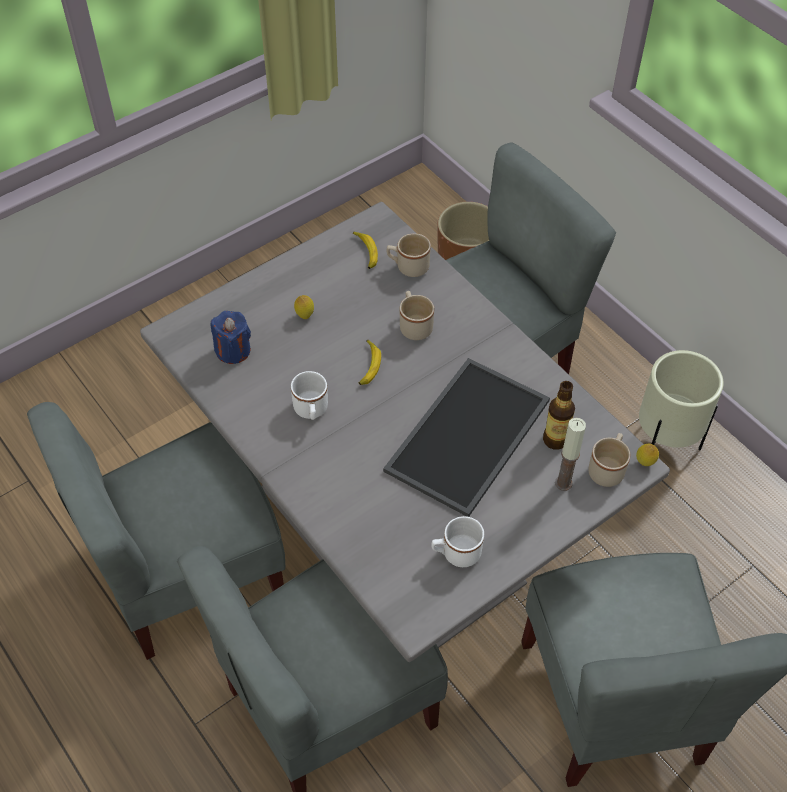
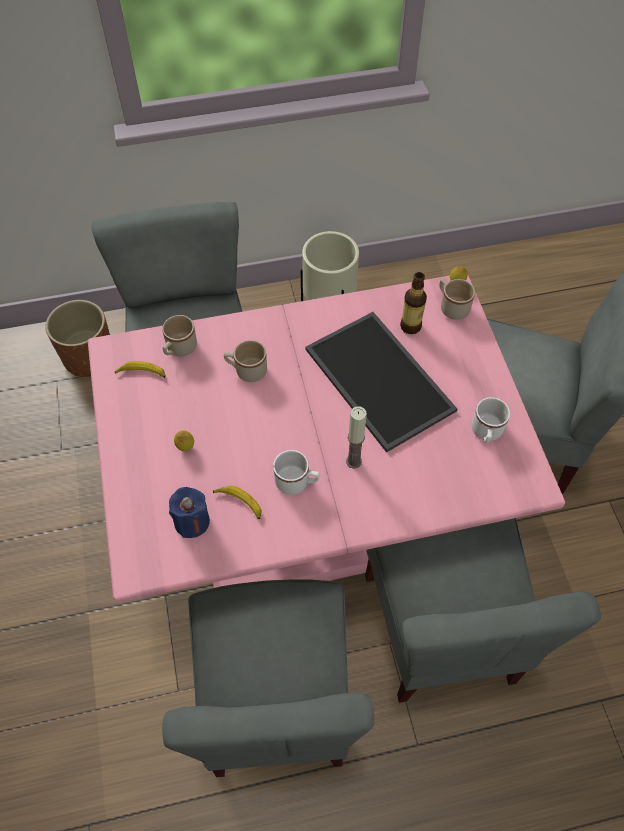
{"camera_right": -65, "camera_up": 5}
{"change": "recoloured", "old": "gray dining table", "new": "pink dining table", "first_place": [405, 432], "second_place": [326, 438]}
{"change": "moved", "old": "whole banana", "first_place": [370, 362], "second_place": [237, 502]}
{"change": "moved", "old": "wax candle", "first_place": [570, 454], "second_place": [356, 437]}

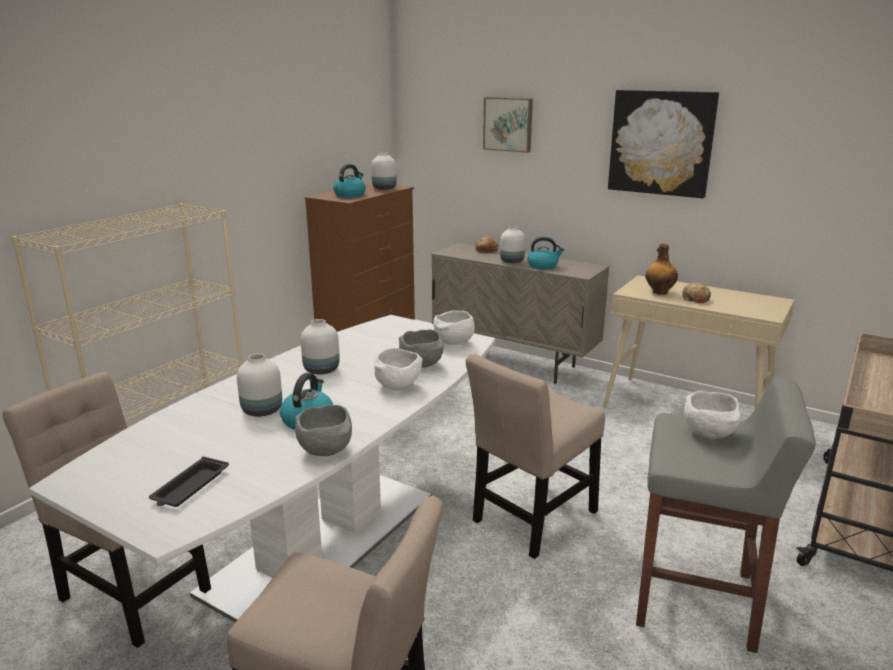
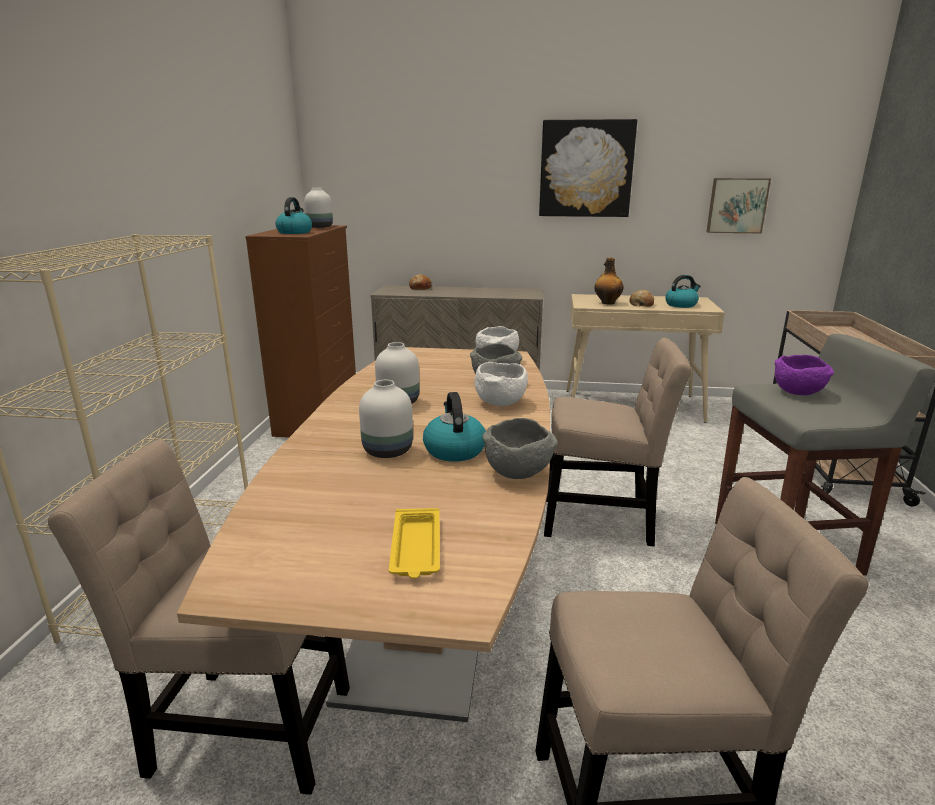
{"camera_right": -25, "camera_up": 0}
{"change": "recoloured", "old": "whitish dining table", "new": "brown-coloured dining table", "first_place": [262, 468], "second_place": [363, 534]}
{"change": "recoloured", "old": "black-coloured serving tray", "new": "yellow-coloured serving tray", "first_place": [189, 482], "second_place": [414, 543]}
{"change": "turned", "old": "sand-coloured upright chair", "first_place": [535, 456], "second_place": [617, 442], "degrees": -105}
{"change": "moved", "old": "tea kettle", "first_place": [545, 253], "second_place": [683, 291]}
{"change": "moved", "old": "picture", "first_place": [508, 125], "second_place": [738, 205]}
{"change": "recoloured", "old": "whitish bowl", "new": "purple bowl", "first_place": [712, 415], "second_place": [804, 375]}
{"change": "removed", "old": "whitish flower vase", "first_place": [512, 244]}

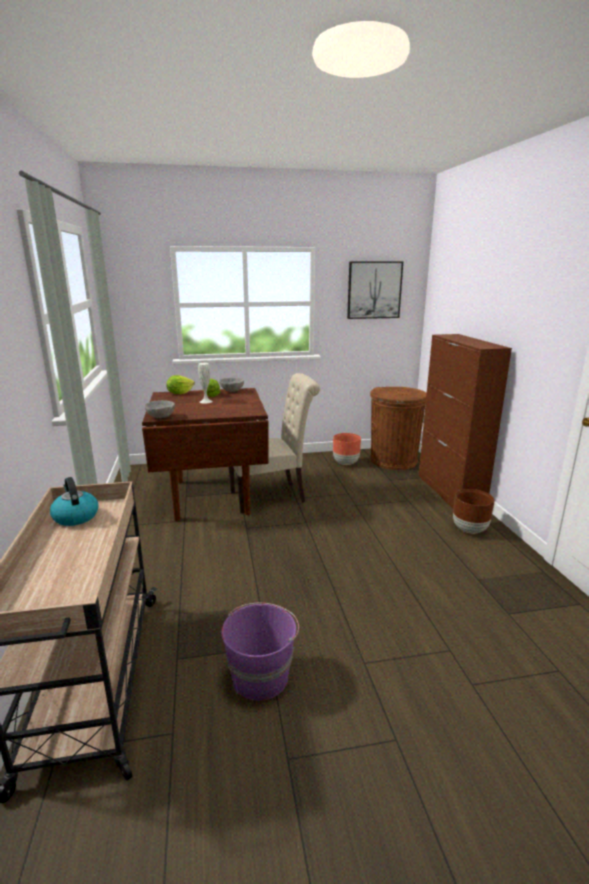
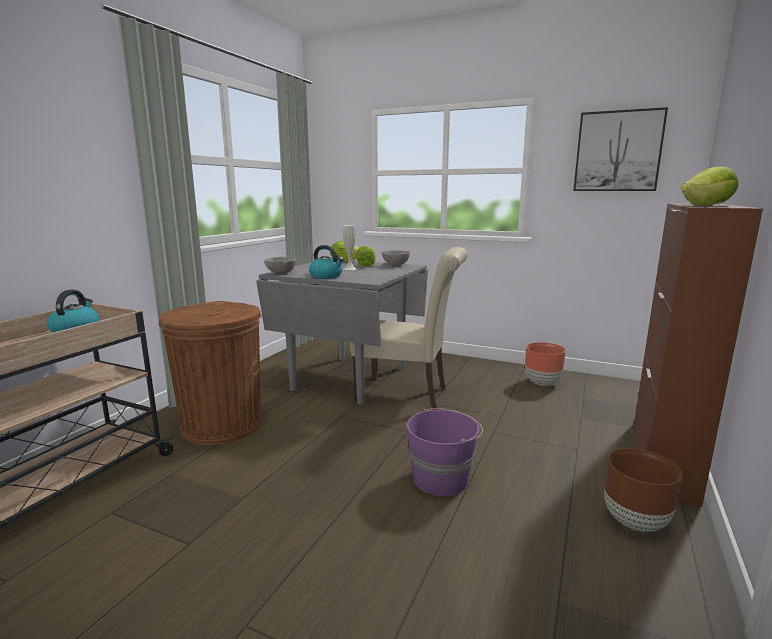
{"camera_right": 35, "camera_up": -5}
{"change": "moved", "old": "brown-coloured trash can", "first_place": [398, 428], "second_place": [210, 373]}
{"change": "recoloured", "old": "brown-coloured dining table", "new": "gray dining table", "first_place": [205, 454], "second_place": [342, 332]}
{"change": "added", "new": "tea kettle", "second_place": [326, 262]}
{"change": "moved", "old": "purple water bucket", "first_place": [260, 652], "second_place": [445, 452]}
{"change": "added", "new": "head of lettuce", "second_place": [709, 186]}

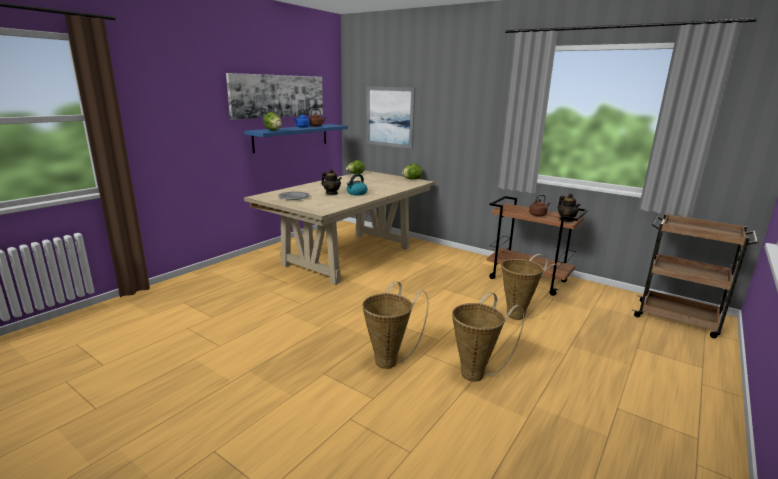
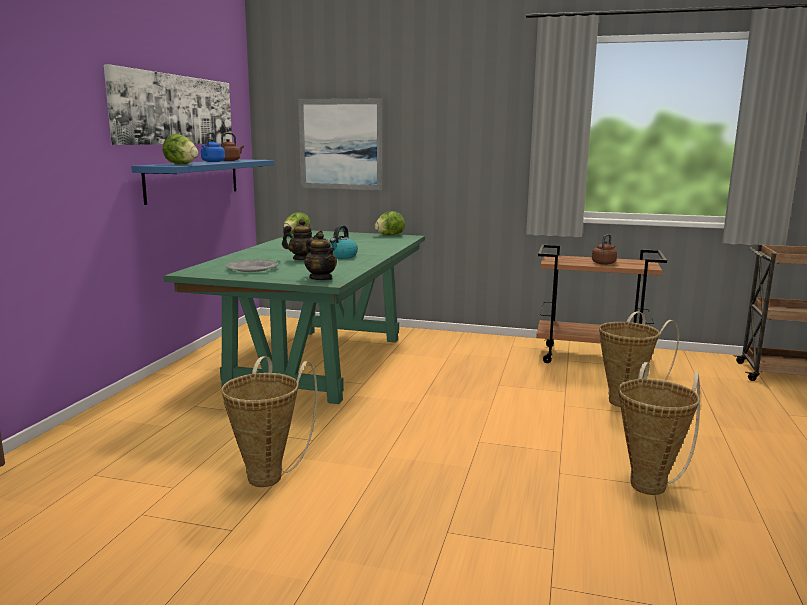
{"camera_right": -20, "camera_up": -5}
{"change": "recoloured", "old": "sand-coloured dining table", "new": "greenish dining table", "first_place": [339, 228], "second_place": [294, 317]}
{"change": "moved", "old": "basket", "first_place": [395, 325], "second_place": [269, 421]}
{"change": "moved", "old": "pot for tea", "first_place": [569, 207], "second_place": [320, 256]}

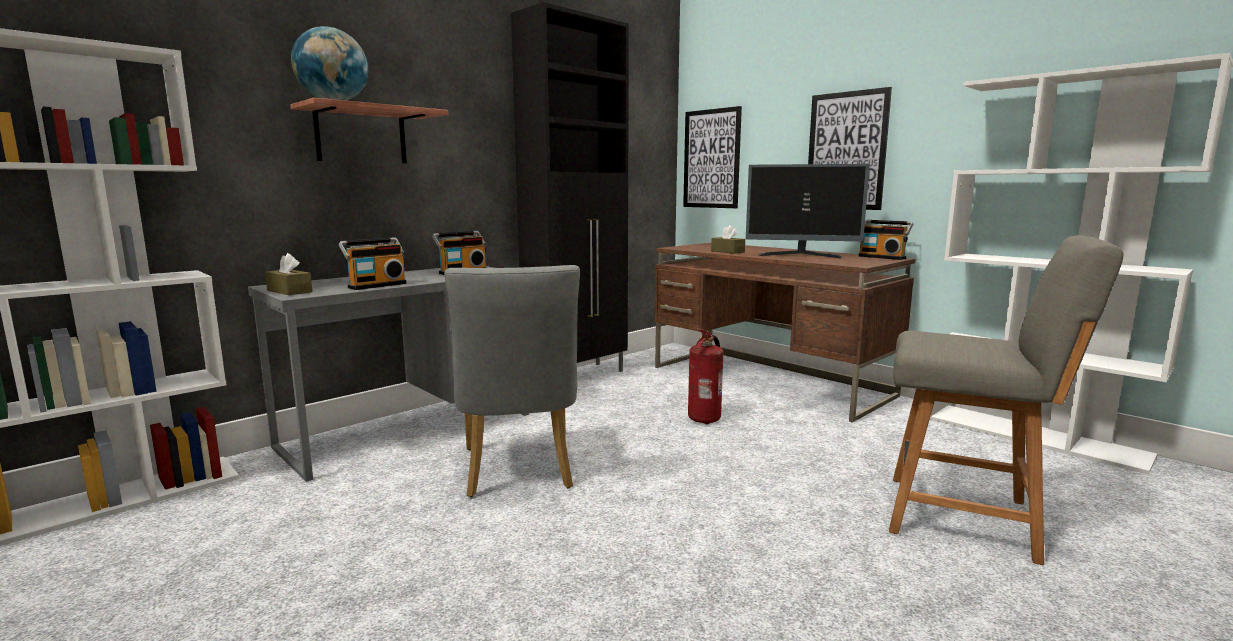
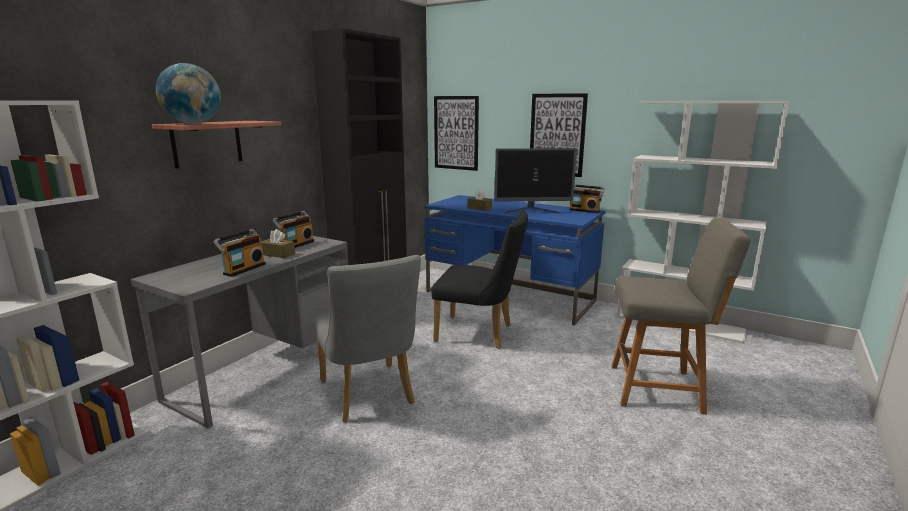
{"camera_right": -15, "camera_up": 5}
{"change": "moved", "old": "brown-coloured tissue box", "first_place": [288, 274], "second_place": [278, 243]}
{"change": "recoloured", "old": "brown-coloured desk unit", "new": "blue desk unit", "first_place": [785, 332], "second_place": [514, 260]}
{"change": "replaced", "old": "fire extinguisher", "new": "black-coloured upright chair", "first_place": [705, 376], "second_place": [479, 279]}

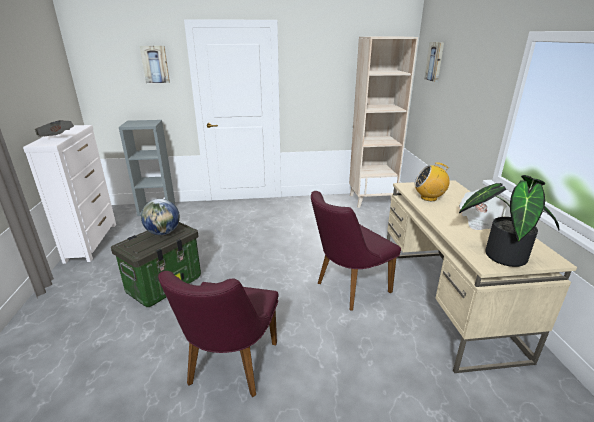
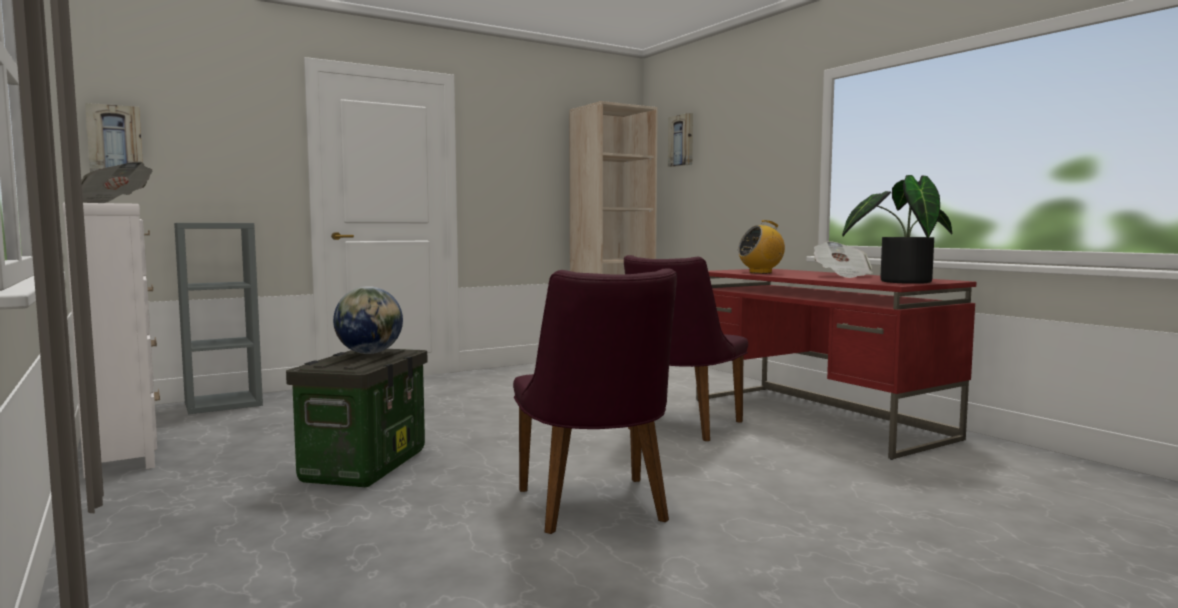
{"camera_right": -25, "camera_up": -20}
{"change": "moved", "old": "picture", "first_place": [155, 64], "second_place": [114, 137]}
{"change": "recoloured", "old": "sand-coloured desk unit", "new": "red-coloured desk unit", "first_place": [482, 276], "second_place": [836, 364]}

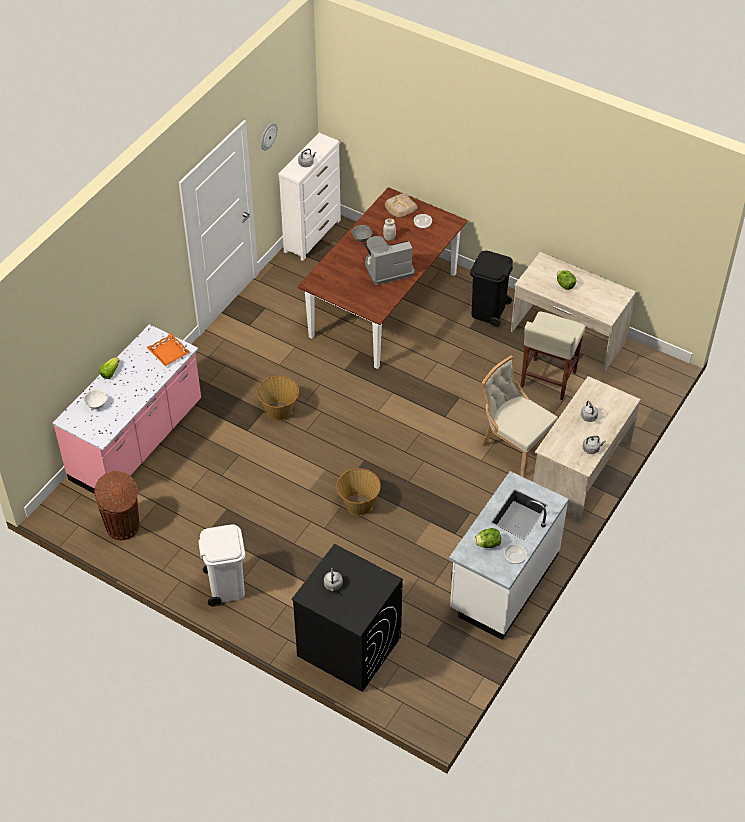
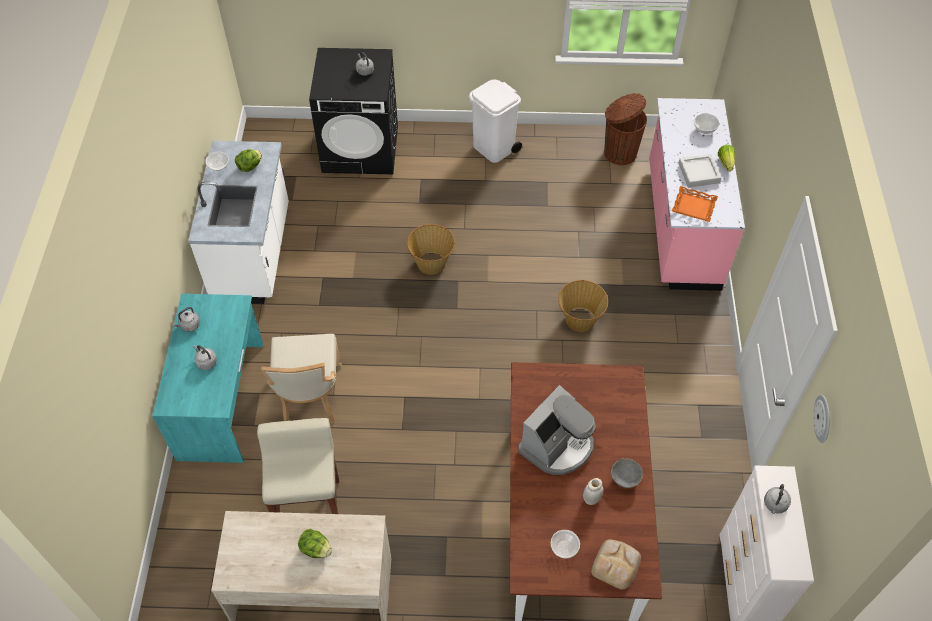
{"camera_right": 150, "camera_up": 5}
{"change": "recoloured", "old": "sand-coloured desk unit", "new": "turquoise desk unit", "first_place": [587, 449], "second_place": [208, 378]}
{"change": "turned", "old": "sand-coloured upright chair", "first_place": [520, 416], "second_place": [302, 378], "degrees": 75}
{"change": "added", "new": "gray serving tray", "second_place": [699, 170]}
{"change": "removed", "old": "black-coloured trash can", "first_place": [491, 289]}

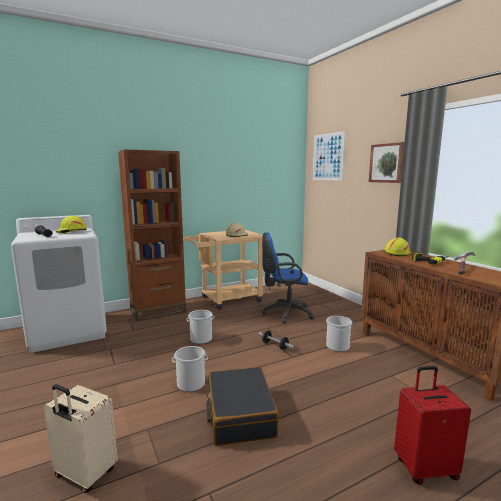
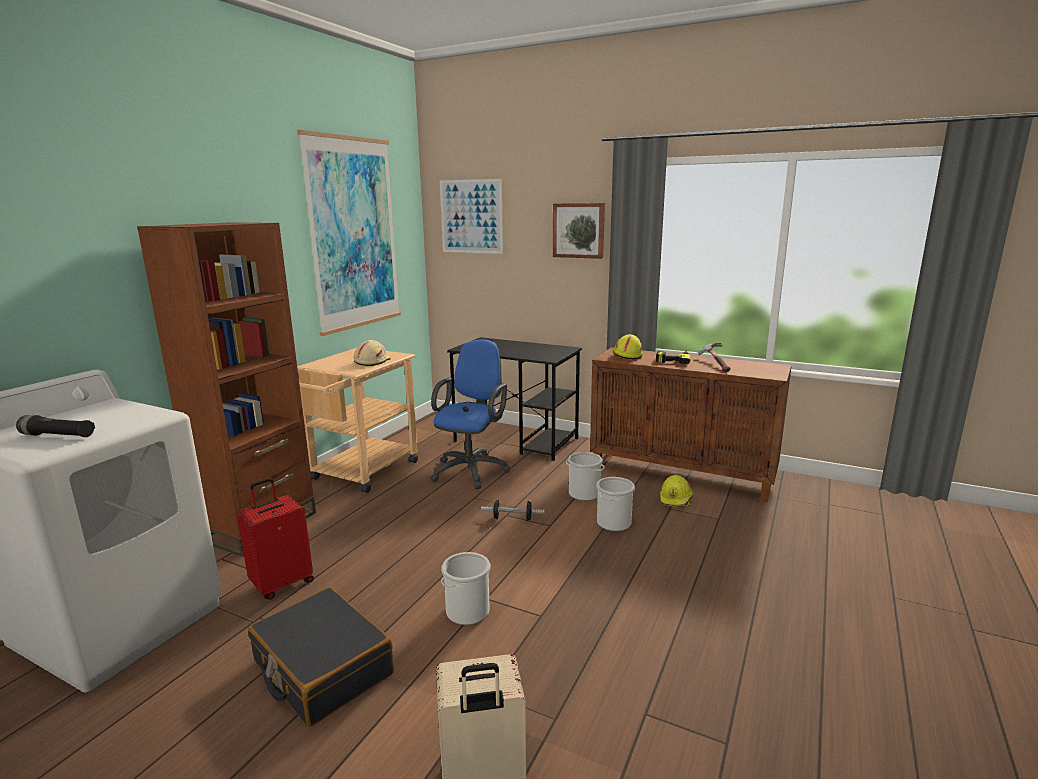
{"camera_right": -35, "camera_up": 5}
{"change": "moved", "old": "red-coloured suitcase", "first_place": [432, 425], "second_place": [275, 538]}
{"change": "moved", "old": "black-coloured suitcase", "first_place": [242, 406], "second_place": [321, 657]}
{"change": "added", "new": "picture", "second_place": [349, 233]}
{"change": "turned", "old": "blue office chair", "first_place": [288, 277], "second_place": [470, 414], "degrees": 150}
{"change": "added", "new": "black-coloured desk unit", "second_place": [514, 399]}
{"change": "moved", "old": "water bucket", "first_place": [200, 327], "second_place": [615, 504]}
{"change": "moved", "old": "yellow-coloured hard hat", "first_place": [71, 225], "second_place": [676, 491]}

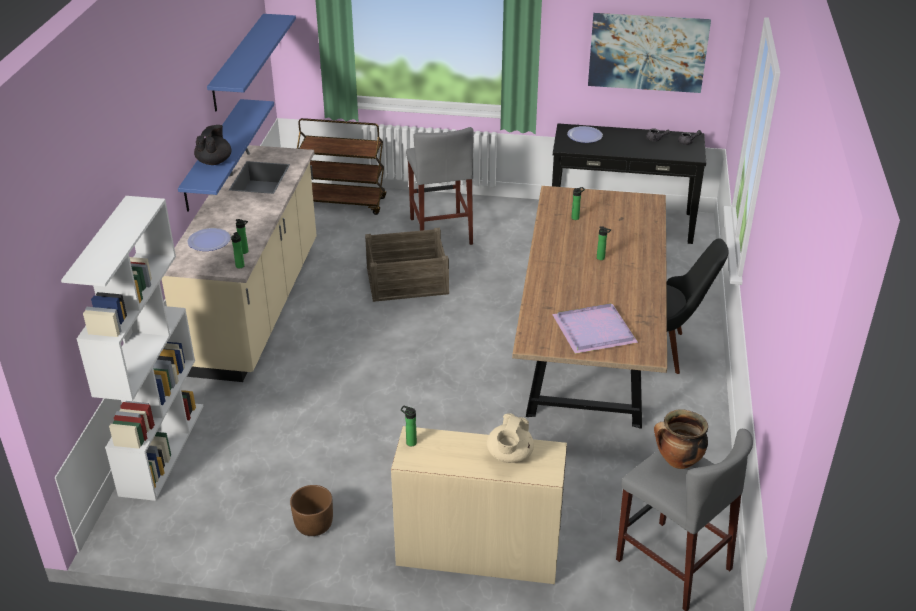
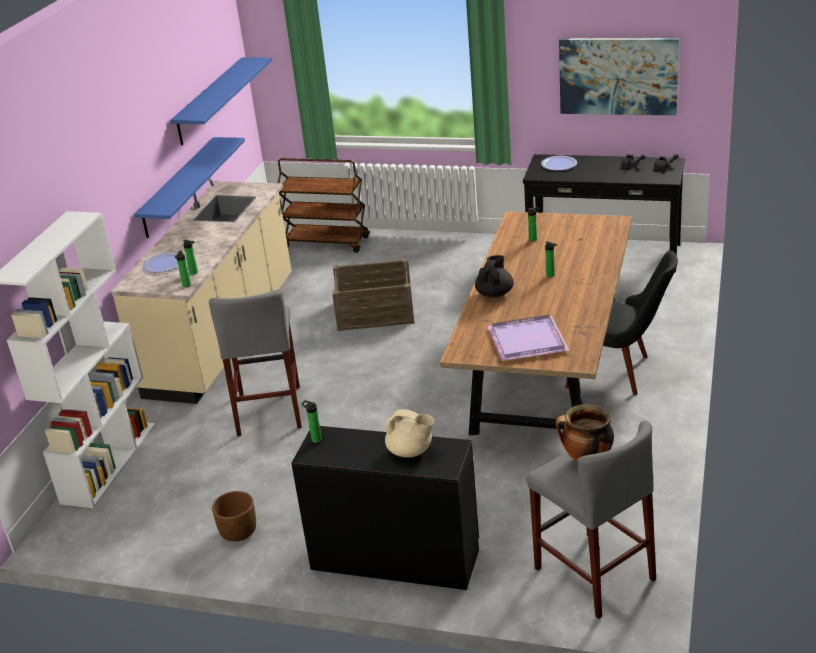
{"camera_right": 10, "camera_up": -5}
{"change": "moved", "old": "gray sitting stool", "first_place": [440, 186], "second_place": [255, 363]}
{"change": "recoloured", "old": "sand-coloured desk unit", "new": "black-coloured desk unit", "first_place": [479, 505], "second_place": [385, 508]}
{"change": "turned", "old": "sand-coloured pot for tea", "first_place": [510, 438], "second_place": [409, 433], "degrees": -90}
{"change": "moved", "old": "black-coloured pot for tea", "first_place": [213, 145], "second_place": [494, 276]}

